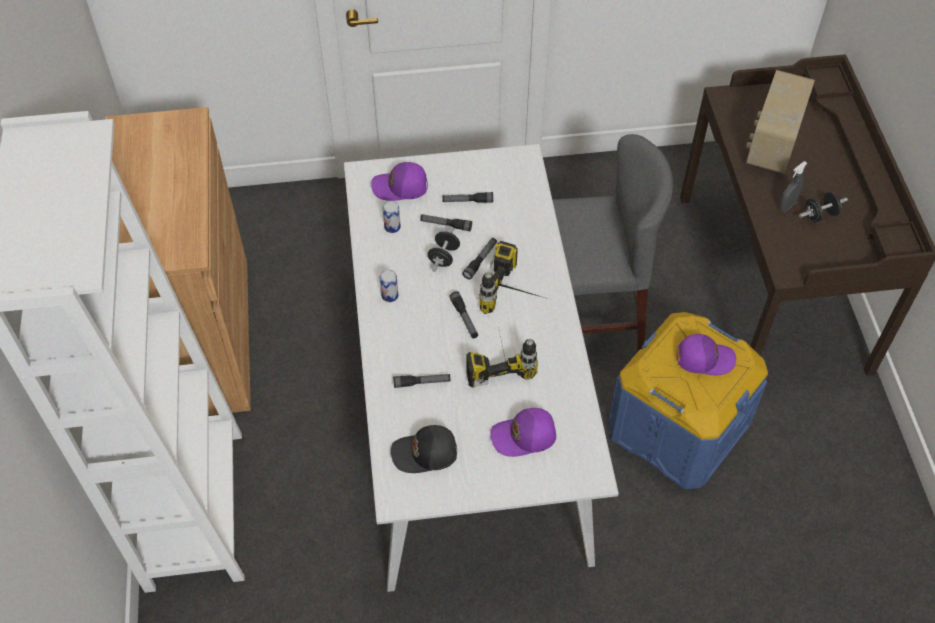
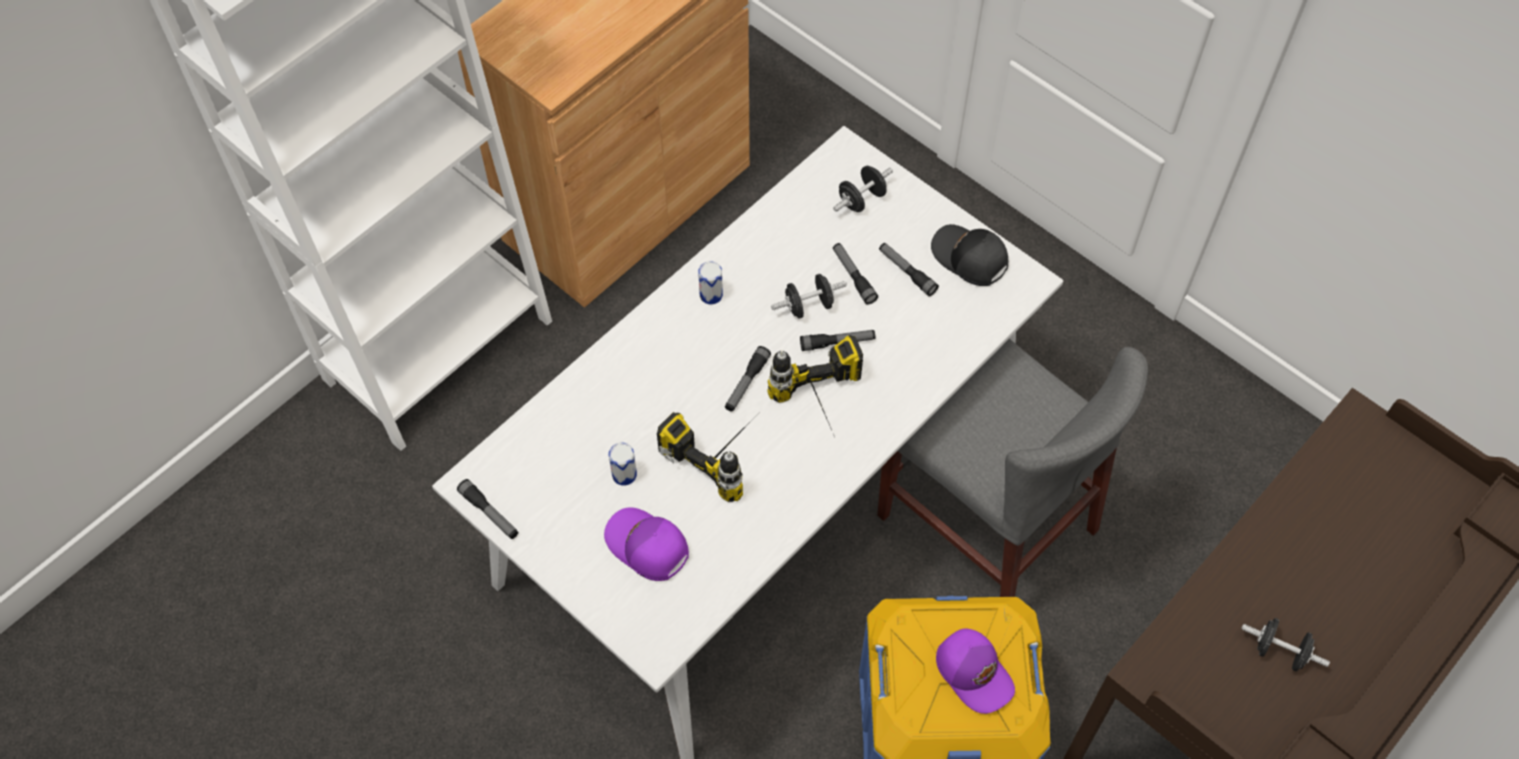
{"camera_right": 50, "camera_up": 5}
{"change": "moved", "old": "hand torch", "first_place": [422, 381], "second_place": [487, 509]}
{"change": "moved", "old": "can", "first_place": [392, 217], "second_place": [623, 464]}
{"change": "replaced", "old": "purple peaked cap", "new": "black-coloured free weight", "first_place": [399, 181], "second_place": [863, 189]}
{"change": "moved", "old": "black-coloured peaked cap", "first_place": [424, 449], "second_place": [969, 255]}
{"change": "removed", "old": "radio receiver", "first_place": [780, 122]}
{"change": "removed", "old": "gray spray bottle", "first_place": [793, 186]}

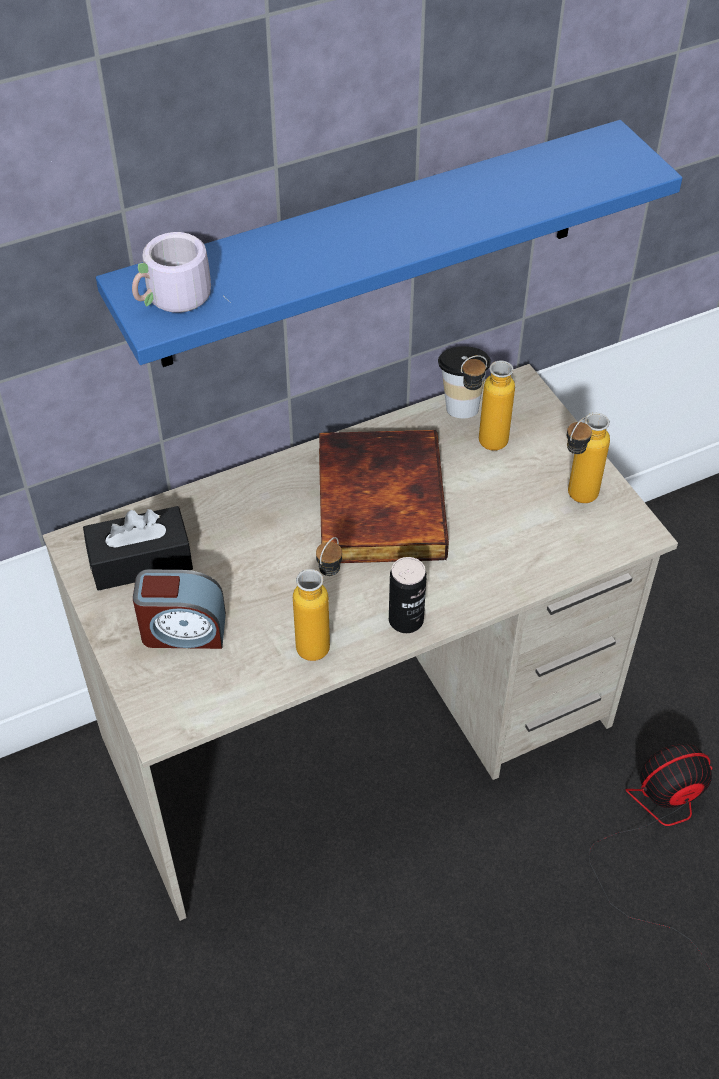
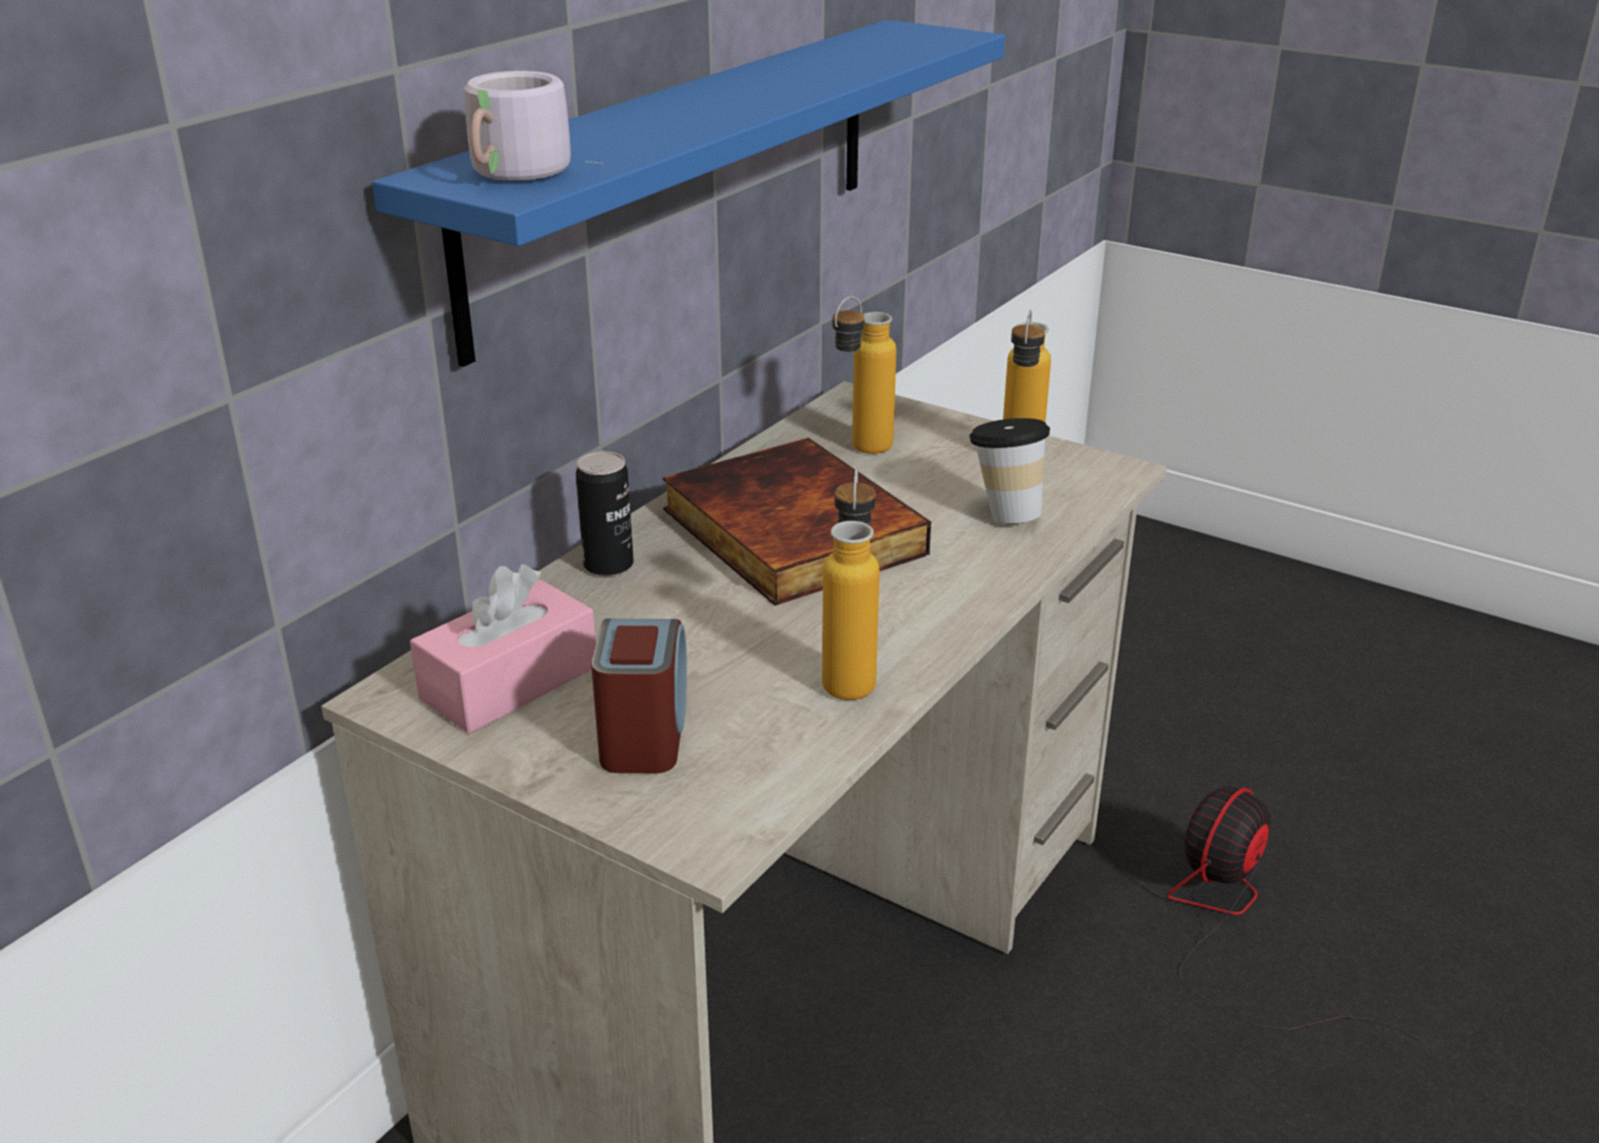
{"camera_right": -30, "camera_up": -20}
{"change": "recoloured", "old": "black-coloured tissue box", "new": "pink tissue box", "first_place": [138, 548], "second_place": [503, 649]}
{"change": "moved", "old": "can", "first_place": [408, 595], "second_place": [605, 513]}
{"change": "turned", "old": "bedside clock", "first_place": [179, 609], "second_place": [639, 696], "degrees": -60}
{"change": "moved", "old": "cup", "first_place": [464, 382], "second_place": [1009, 470]}

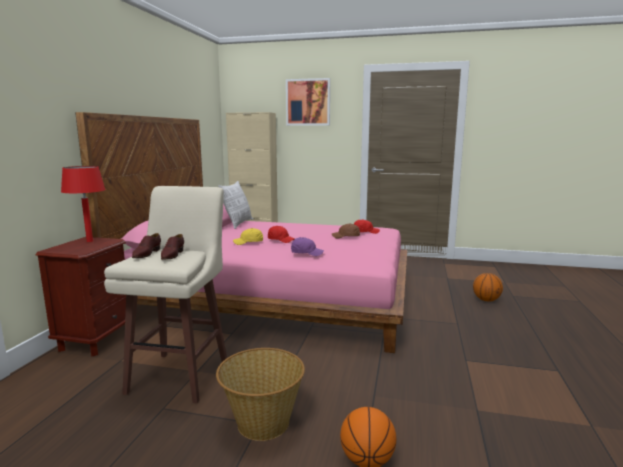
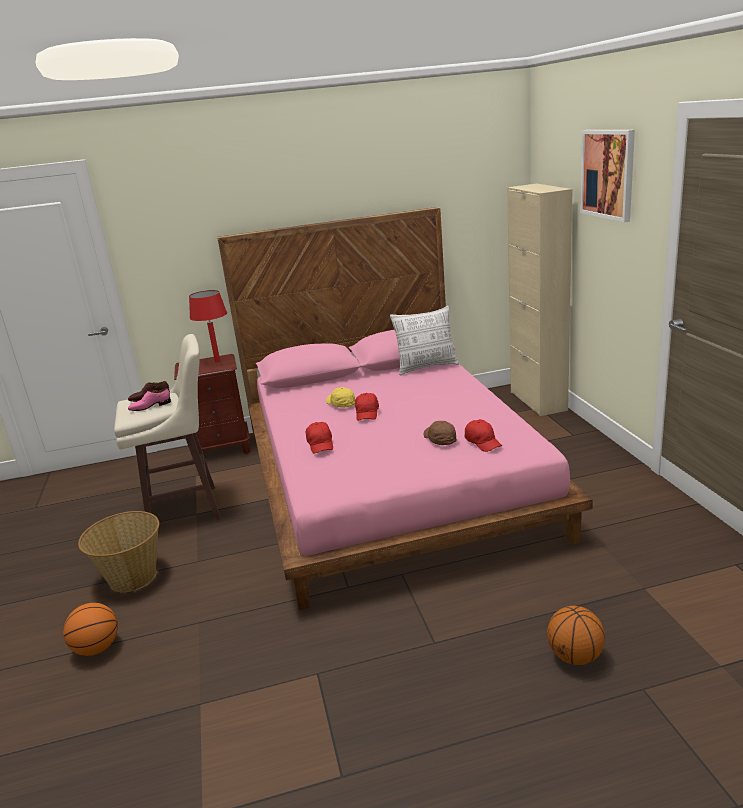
{"camera_right": 65, "camera_up": 10}
{"change": "recoloured", "old": "brown-coloured low shoe", "new": "pink low shoe", "first_place": [172, 247], "second_place": [149, 399]}
{"change": "recoloured", "old": "purple peaked cap", "new": "red-coloured peaked cap", "first_place": [307, 246], "second_place": [319, 438]}

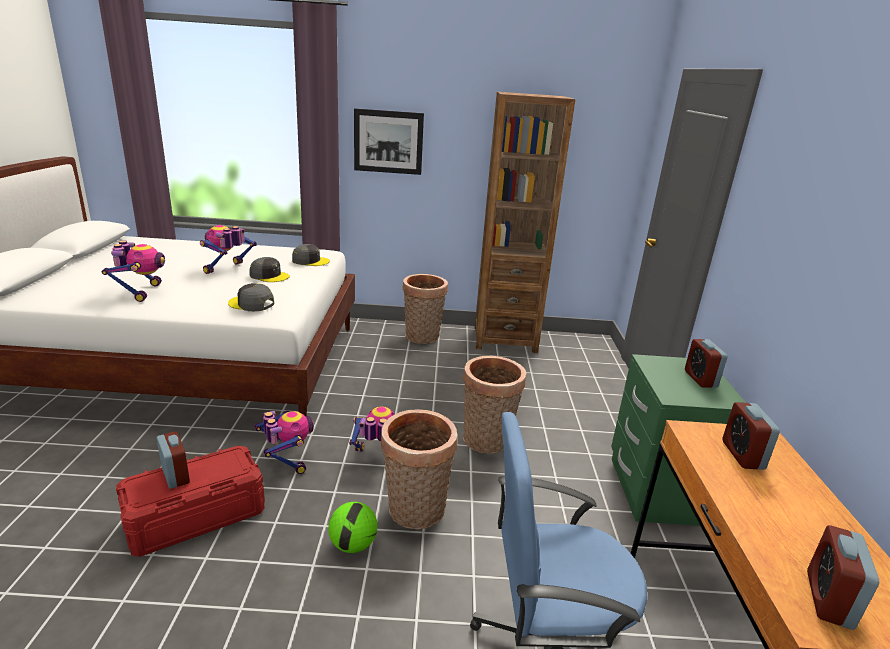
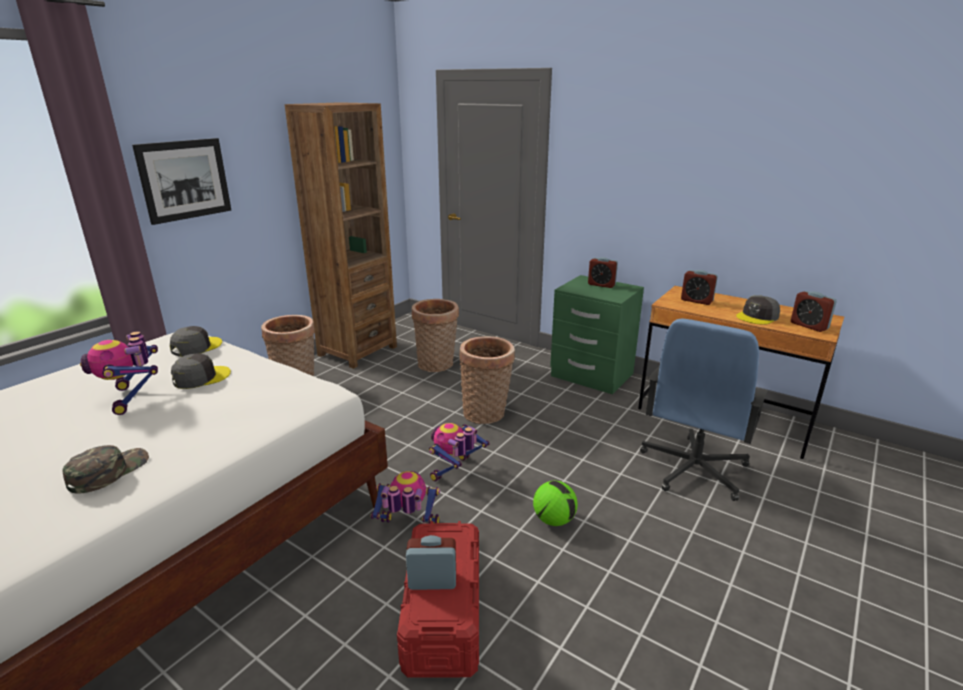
{"camera_right": -55, "camera_up": 0}
{"change": "replaced", "old": "toy robot", "new": "greenish peaked cap", "first_place": [133, 271], "second_place": [105, 469]}
{"change": "moved", "old": "basket", "first_place": [419, 469], "second_place": [435, 335]}
{"change": "moved", "old": "gray peaked cap", "first_place": [251, 297], "second_place": [758, 310]}

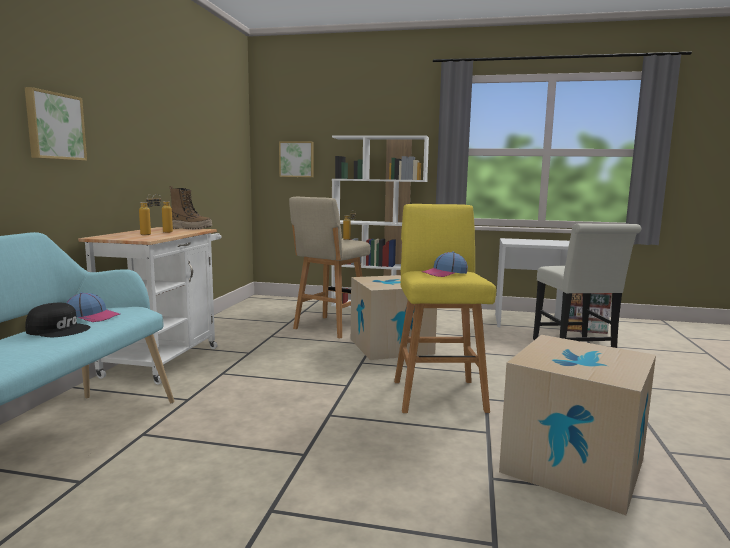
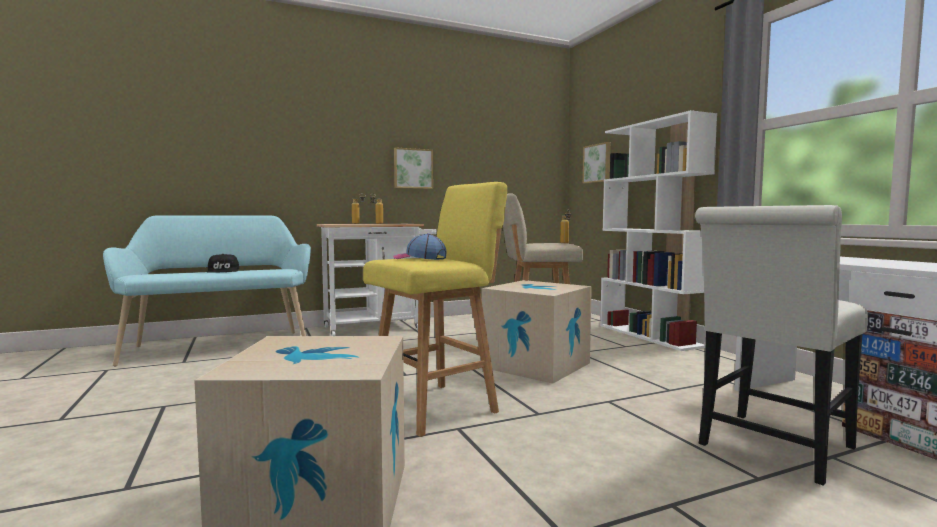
{"camera_right": 55, "camera_up": -5}
{"change": "moved", "old": "picture", "first_place": [56, 124], "second_place": [413, 168]}
{"change": "removed", "old": "peaked cap", "first_place": [93, 307]}
{"change": "removed", "old": "high-top boot", "first_place": [191, 207]}

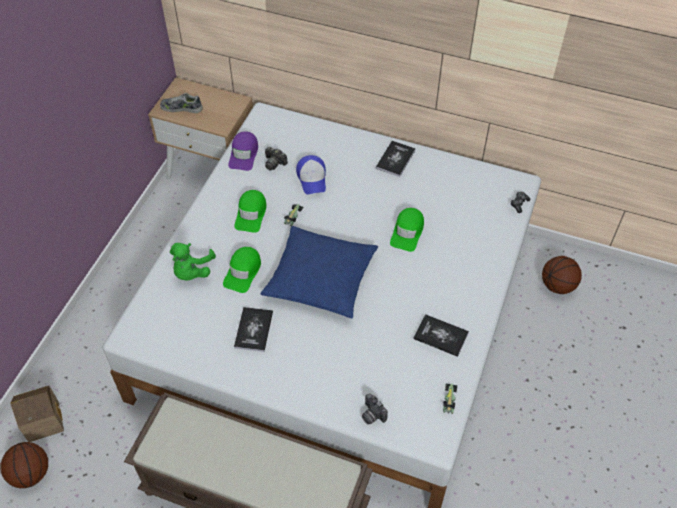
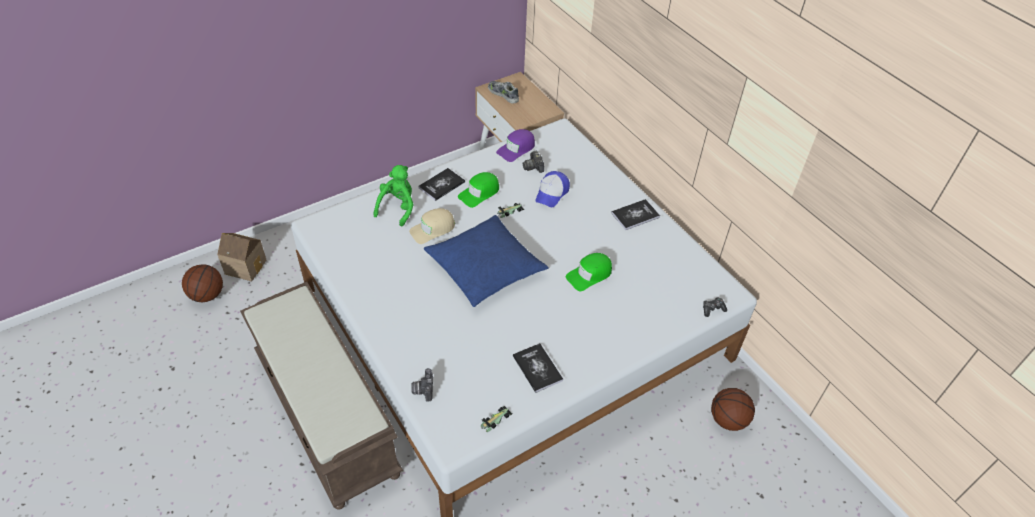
{"camera_right": 35, "camera_up": -5}
{"change": "turned", "old": "greenish plush toy", "first_place": [193, 261], "second_place": [393, 195], "degrees": 150}
{"change": "recoloured", "old": "greenish peaked cap", "new": "sand-coloured peaked cap", "first_place": [242, 270], "second_place": [432, 226]}
{"change": "moved", "old": "volume", "first_place": [253, 329], "second_place": [441, 184]}

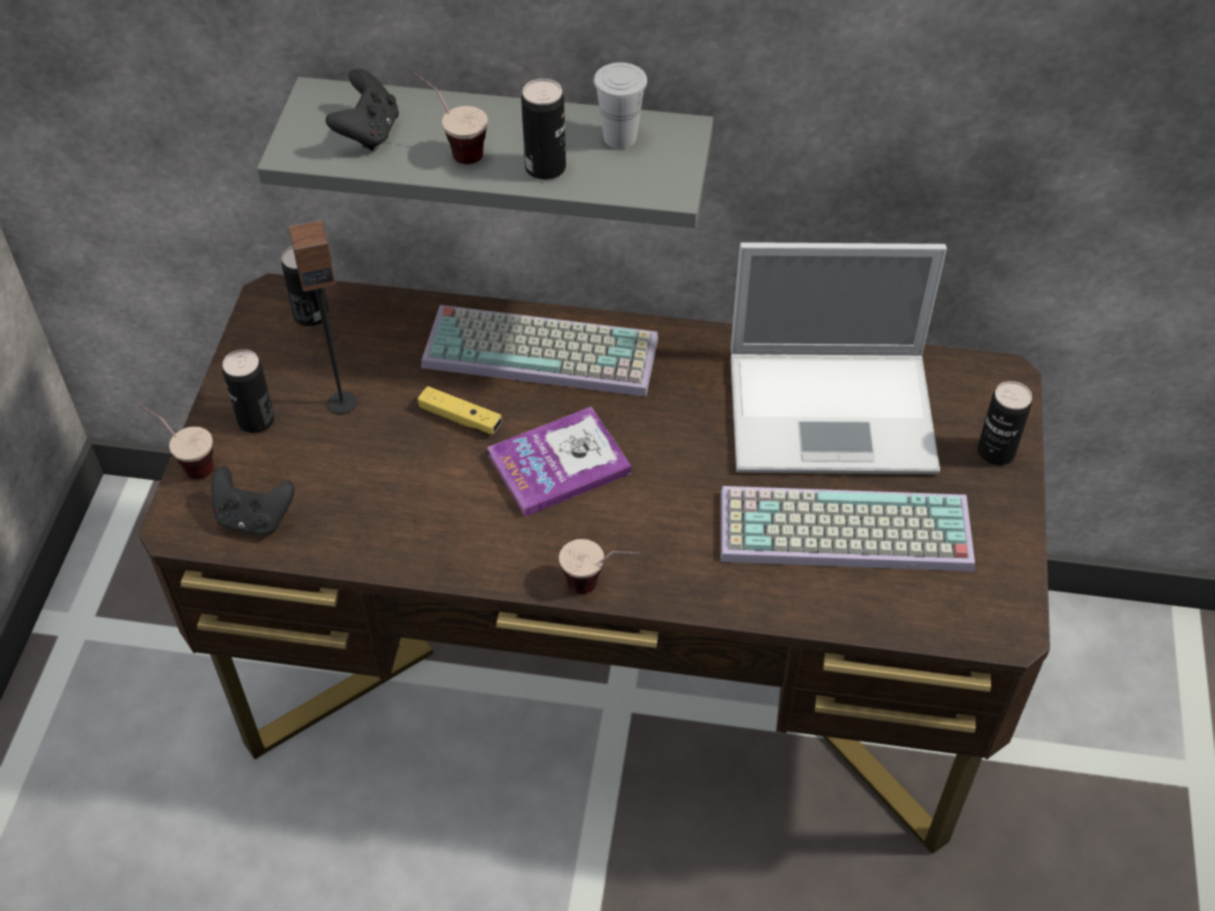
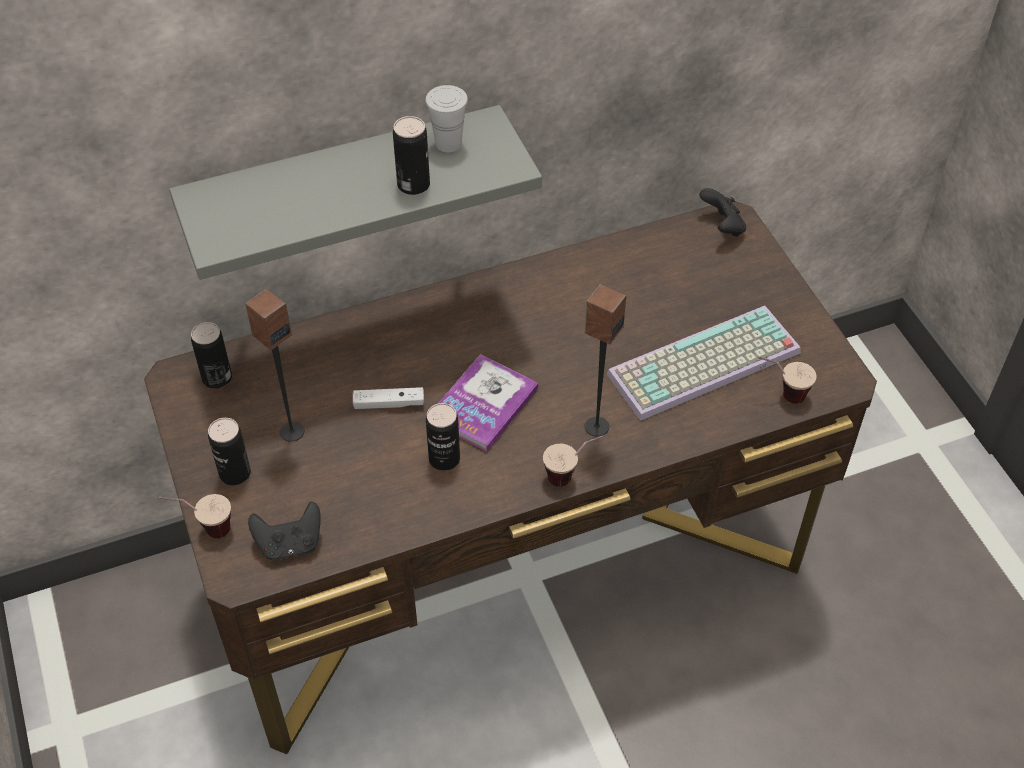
{"camera_right": -30, "camera_up": 0}
{"change": "recoloured", "old": "yellow-coloured game controller", "new": "whitish game controller", "first_place": [460, 410], "second_place": [388, 398]}
{"change": "moved", "old": "can", "first_place": [1004, 423], "second_place": [443, 437]}
{"change": "added", "new": "audio speaker", "second_place": [605, 360]}
{"change": "moved", "old": "black-coloured game controller", "first_place": [362, 110], "second_place": [722, 212]}
{"change": "moved", "old": "cup", "first_place": [451, 118], "second_place": [787, 380]}
{"change": "removed", "old": "keyboard", "first_place": [539, 351]}
{"change": "removed", "old": "notebook computer", "first_place": [839, 358]}

